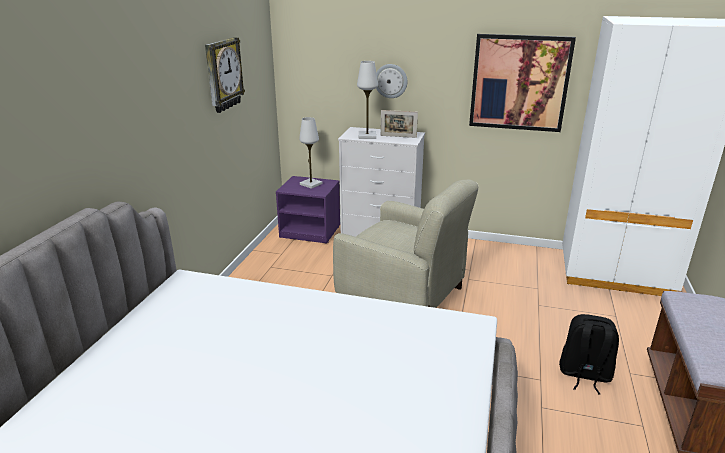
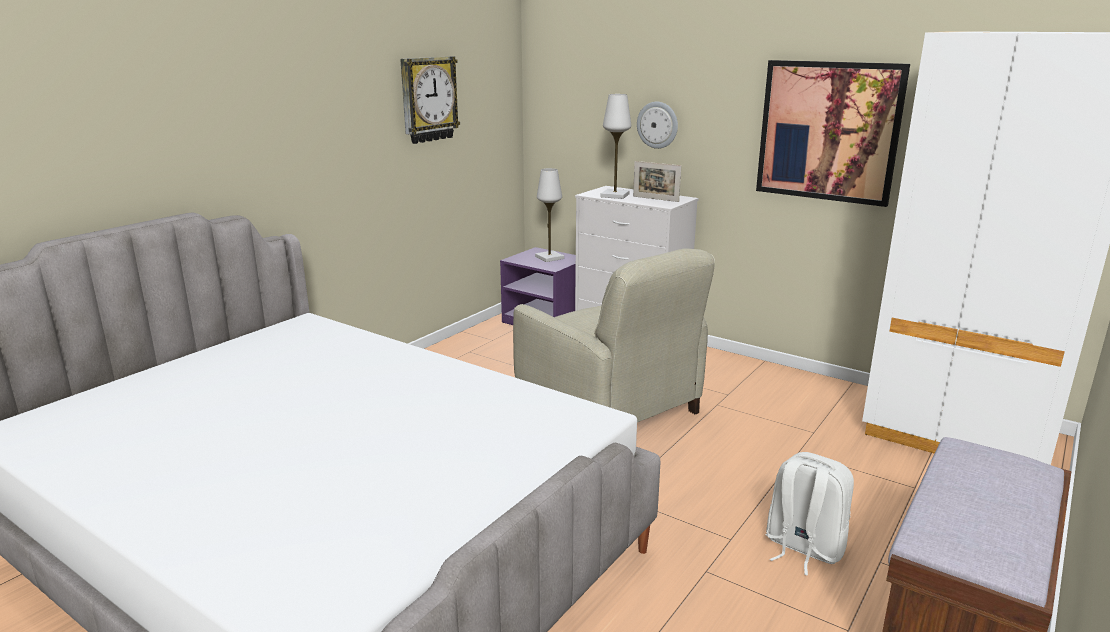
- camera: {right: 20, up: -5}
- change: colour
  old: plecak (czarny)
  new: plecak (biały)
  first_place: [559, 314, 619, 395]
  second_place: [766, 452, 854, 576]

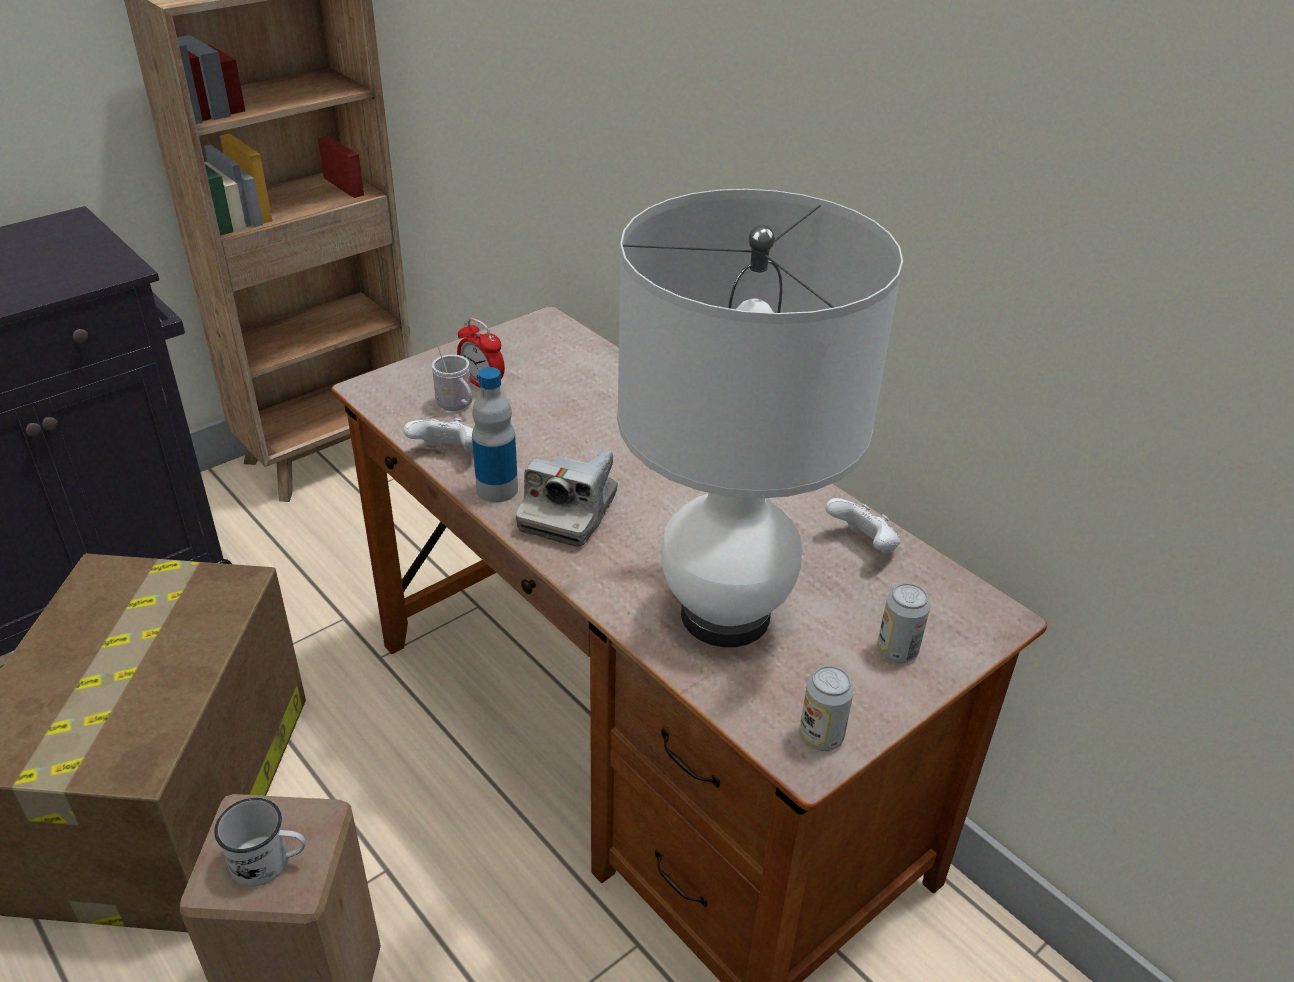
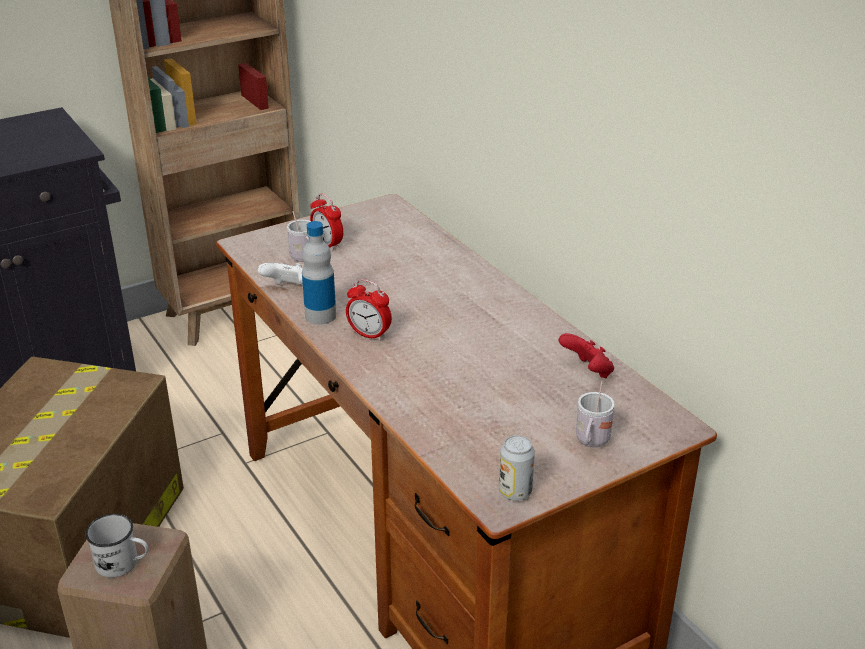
- camera: {right: 10, up: -5}
- change: exchanged
  old: aparat fotograficzny
  new: budzik
  first_place: [516, 450, 618, 547]
  second_place: [346, 279, 392, 341]
- change: colour
  old: pad do gier (biały)
  new: pad do gier (czerwony)
  first_place: [825, 498, 900, 554]
  second_place: [559, 333, 614, 378]
- change: exchanged
  old: puszka
  new: kubek (biały)
  first_place: [877, 583, 930, 663]
  second_place: [576, 381, 615, 447]
- change: missing
  old: lampa stołowa (biały)
  first_place: [617, 189, 903, 647]

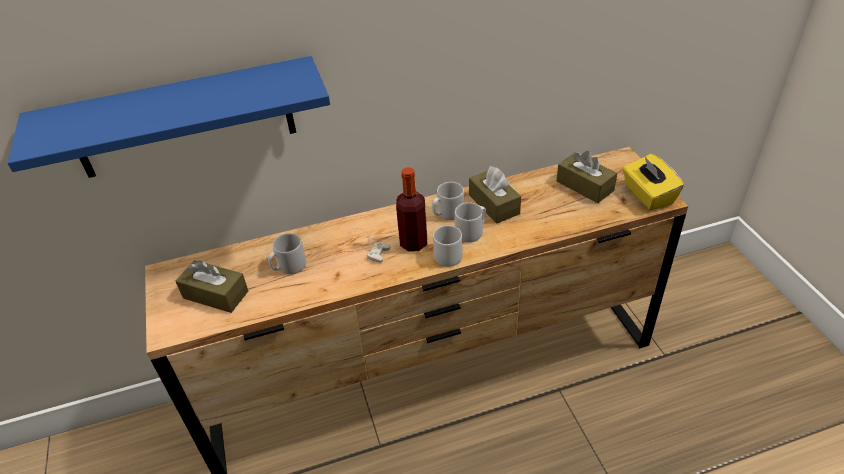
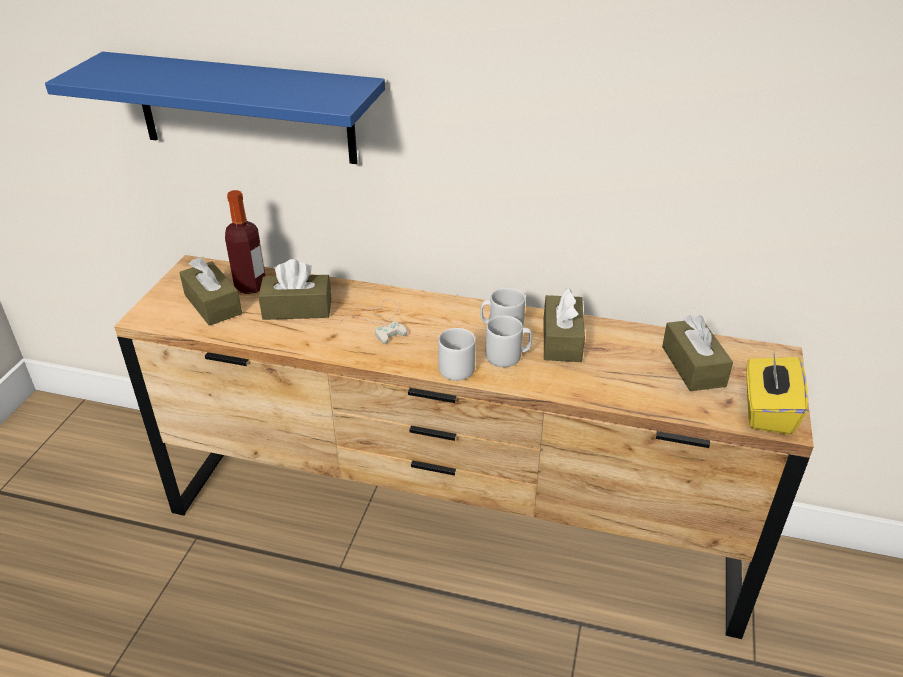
- camera: {right: 30, up: -5}
- change: relocated
  old: butelka
  first_place: [396, 167, 427, 252]
  second_place: [225, 190, 266, 294]
- change: exchanged
  old: kubek (szary)
  new: pudełko chusteczek (brązowy)
  first_place: [268, 233, 306, 274]
  second_place: [258, 259, 331, 320]

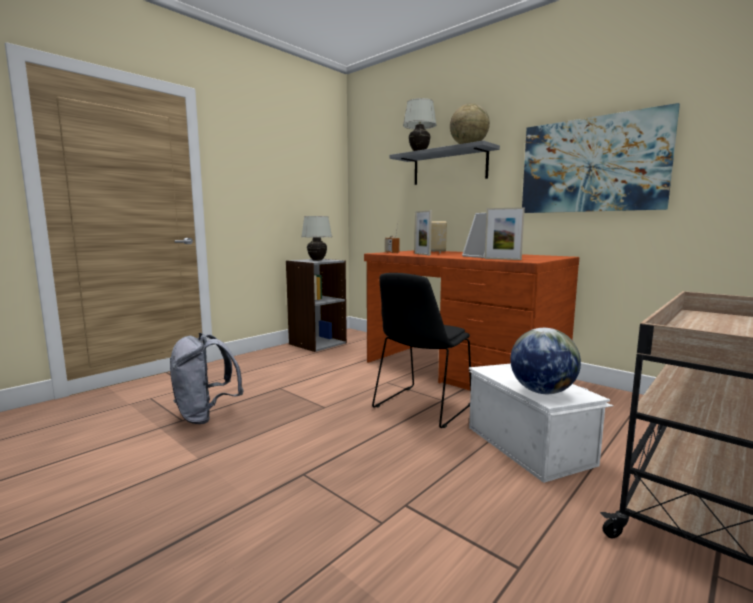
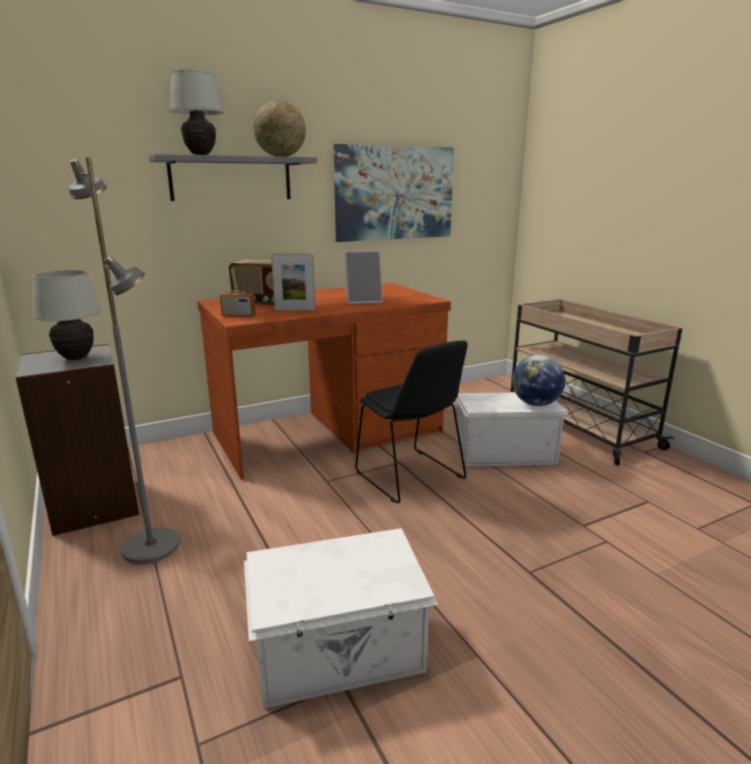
- camera: {right: -70, up: 10}
- change: appeared
  new: lampa stojąca (szary)
  second_place: [69, 157, 180, 564]
- change: exchanged
  old: plecak (szary)
  new: pojemnik do przechowywania (biały)
  first_place: [170, 333, 244, 424]
  second_place: [244, 528, 439, 709]
- change: missing
  old: ramka na zdjęcie
  first_place: [484, 207, 525, 260]

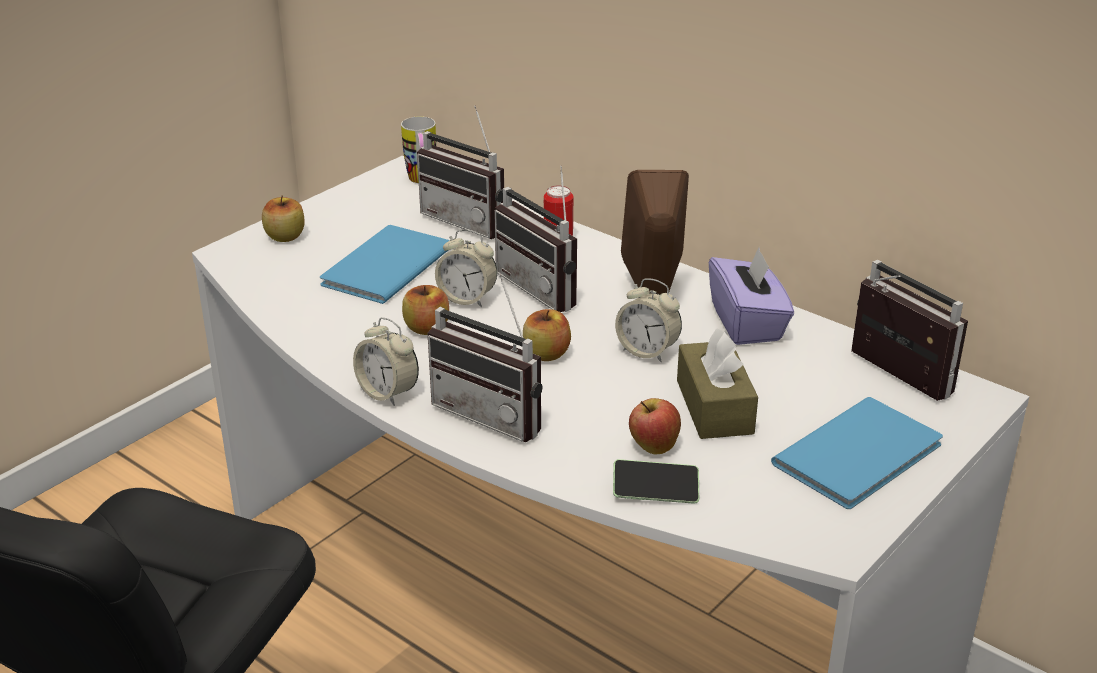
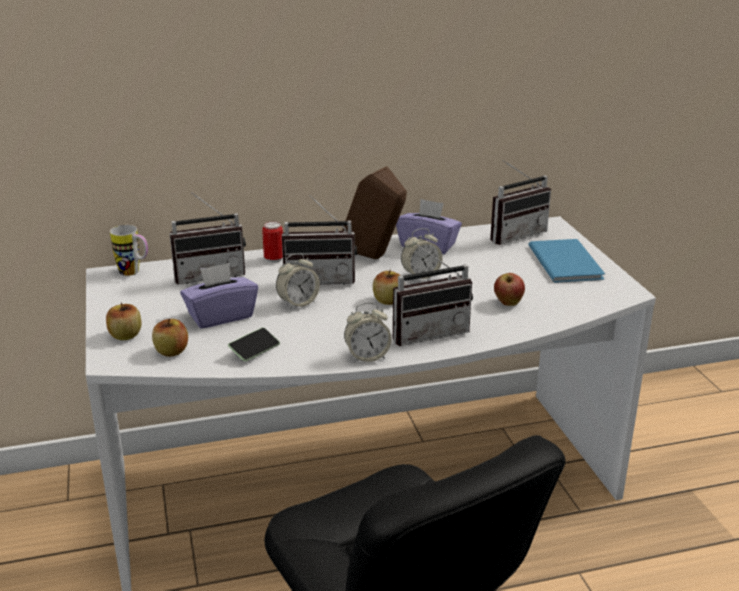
- camera: {right: -55, up: -5}
- change: relocated
  old: jabłko
  first_place: [402, 285, 449, 335]
  second_place: [152, 319, 188, 357]
- change: exchanged
  old: książka (niebieski)
  new: pudełko chusteczek (fioletowy)
  first_place: [320, 225, 449, 304]
  second_place: [180, 263, 258, 329]
- change: relocated
  old: telefon
  first_place: [613, 459, 699, 504]
  second_place: [228, 328, 280, 361]
- change: spun
  old: radio
  first_place: [851, 260, 968, 401]
  second_place: [490, 160, 551, 245]
  degrees: 150
- change: missing
  old: pudełko chusteczek (brązowy)
  first_place: [677, 329, 758, 439]

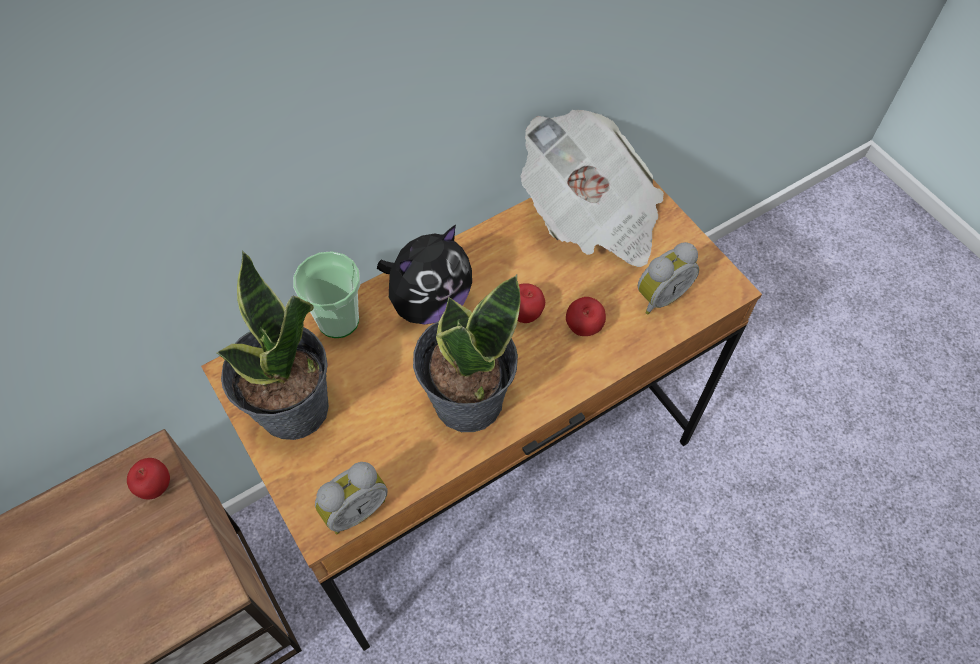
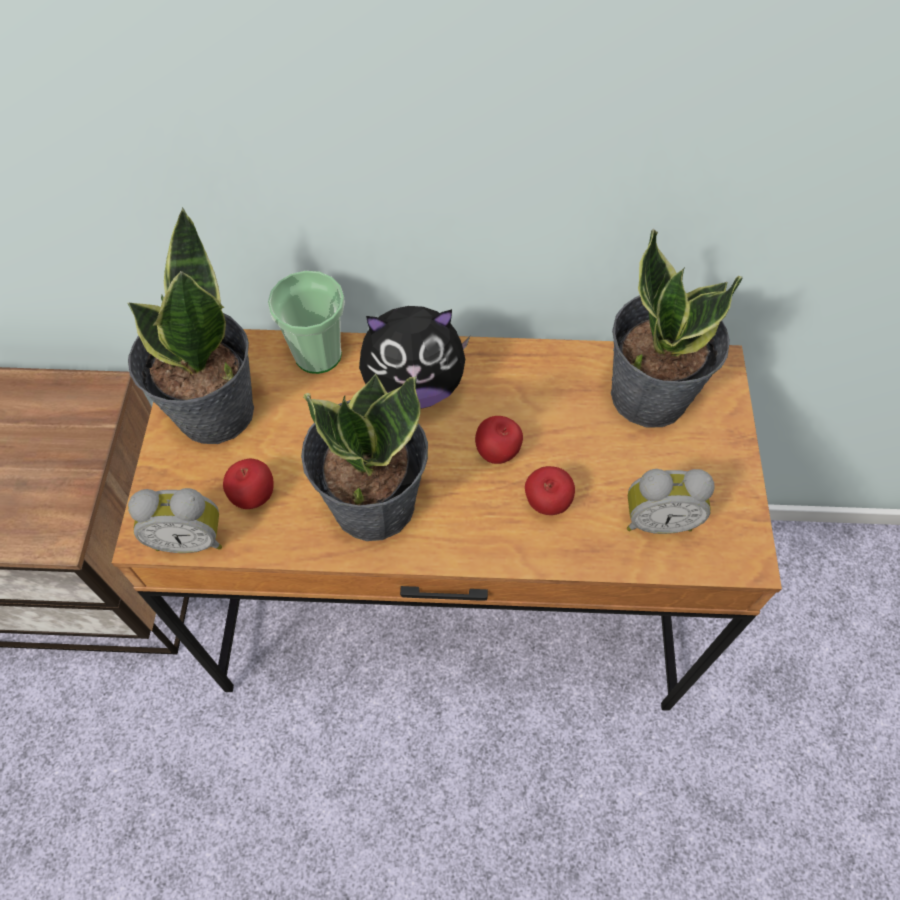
- camera: {right: 35, up: 0}
- change: relocated
  old: jabłko
  first_place: [127, 458, 170, 499]
  second_place: [223, 459, 274, 509]
- change: exchanged
  old: gazeta
  new: roślina doniczkowa
  first_place: [520, 110, 664, 267]
  second_place: [611, 229, 743, 427]

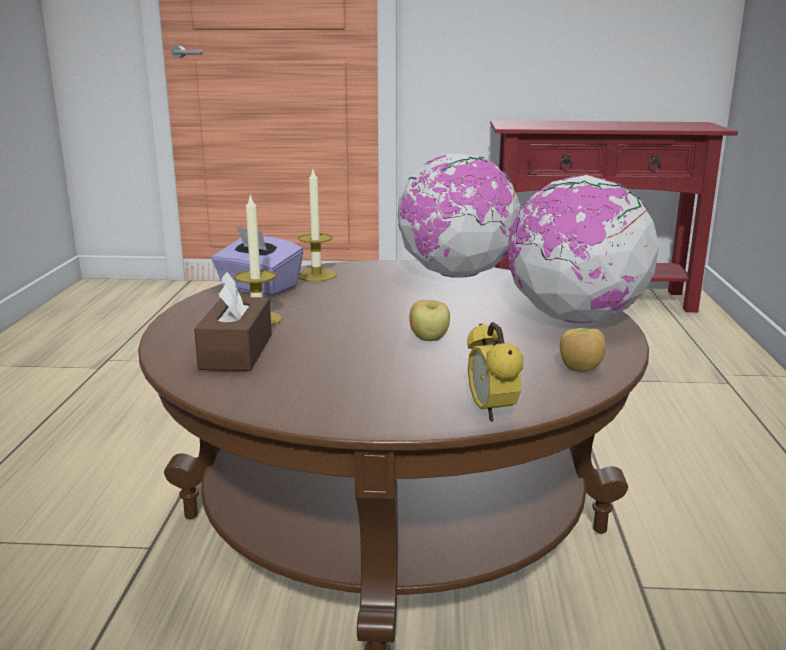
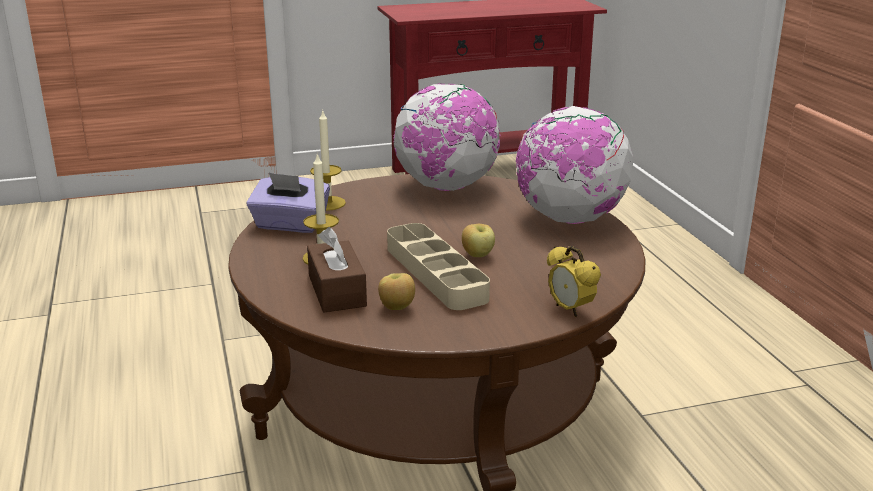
- camera: {right: -20, up: 5}
- change: relocated
  old: jabłko
  first_place: [560, 328, 606, 372]
  second_place: [378, 273, 415, 310]
- change: appeared
  new: taca (beżowy)
  second_place: [387, 223, 490, 310]

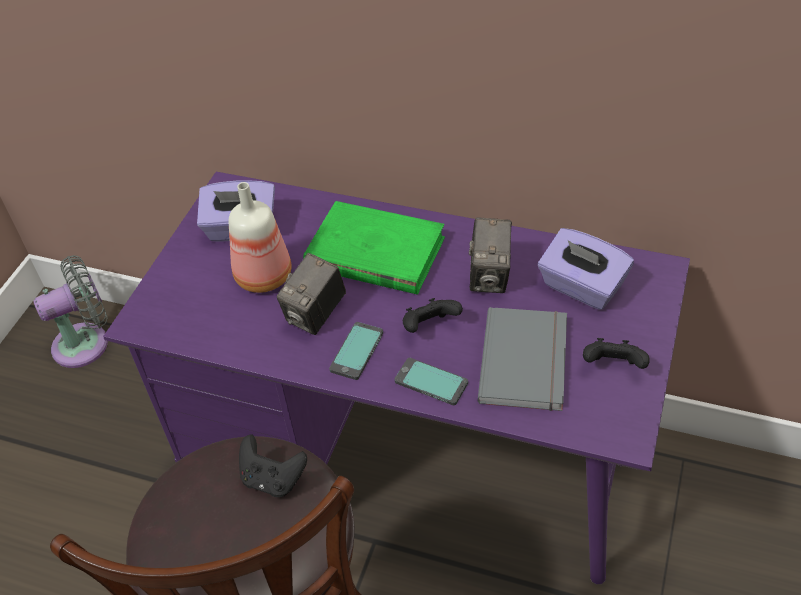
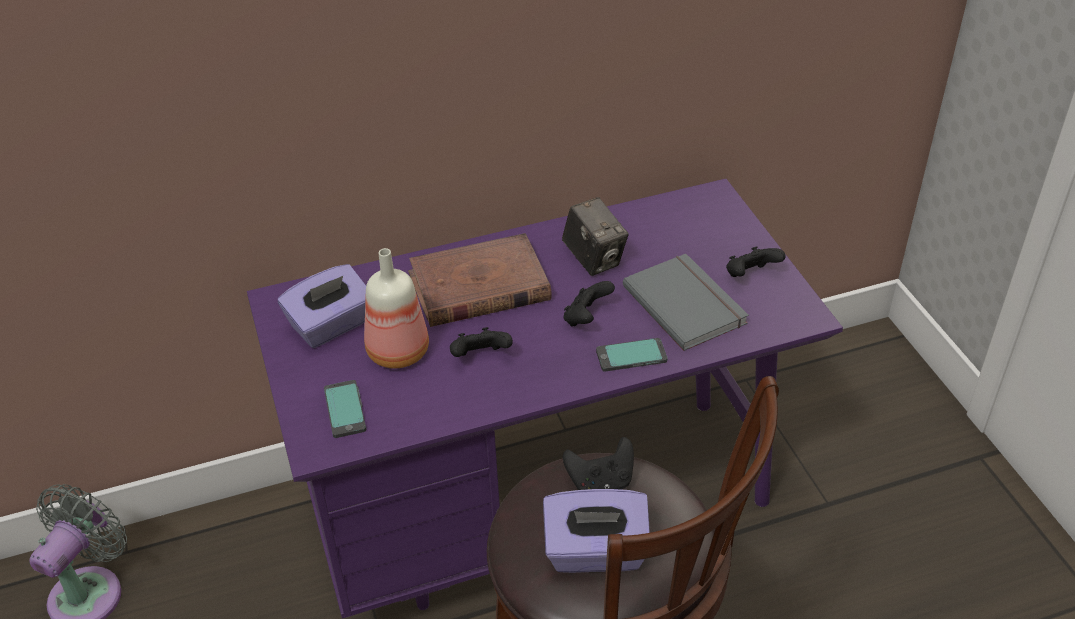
- camera: {right: -40, up: -5}
- change: relocated
  old: telefon
  first_place: [329, 322, 383, 380]
  second_place: [324, 380, 366, 438]
- change: colour
  old: książka (zielony)
  new: książka (brązowy)
  first_place: [303, 201, 445, 295]
  second_place: [408, 233, 552, 327]
- change: exchanged
  old: aparat fotograficzny
  new: pad do gier (czarny)
  first_place: [277, 253, 346, 335]
  second_place: [450, 327, 513, 357]
- change: relocated
  old: pudełko chusteczek (fioletowy)
  first_place: [538, 228, 634, 310]
  second_place: [543, 489, 650, 573]

